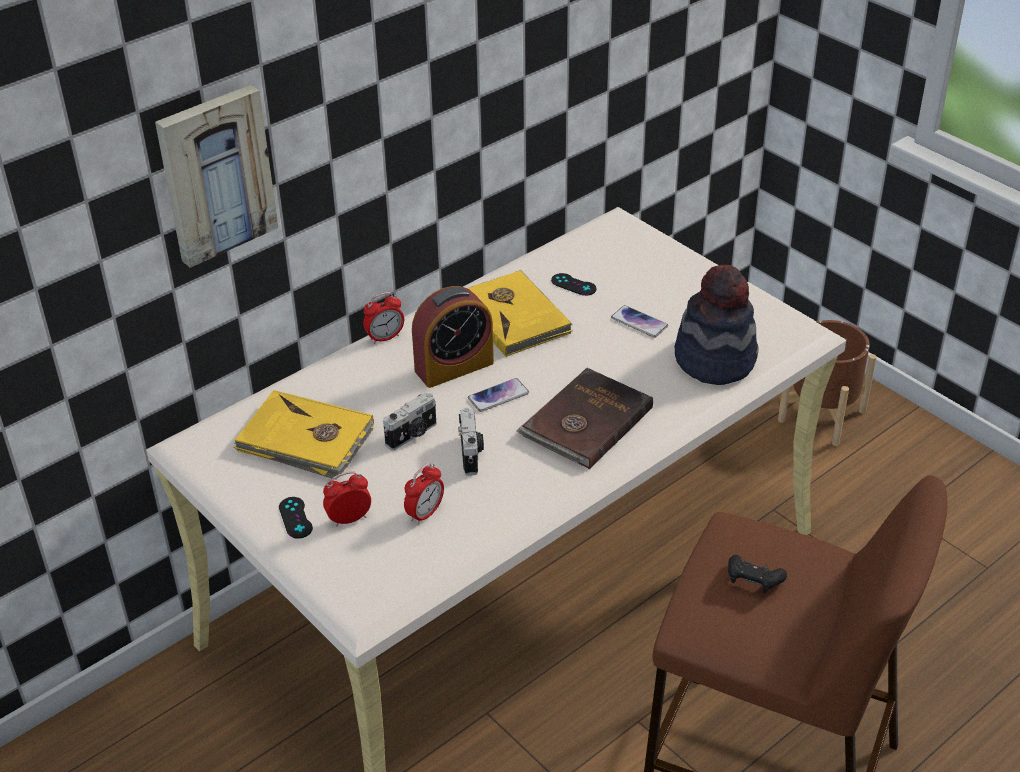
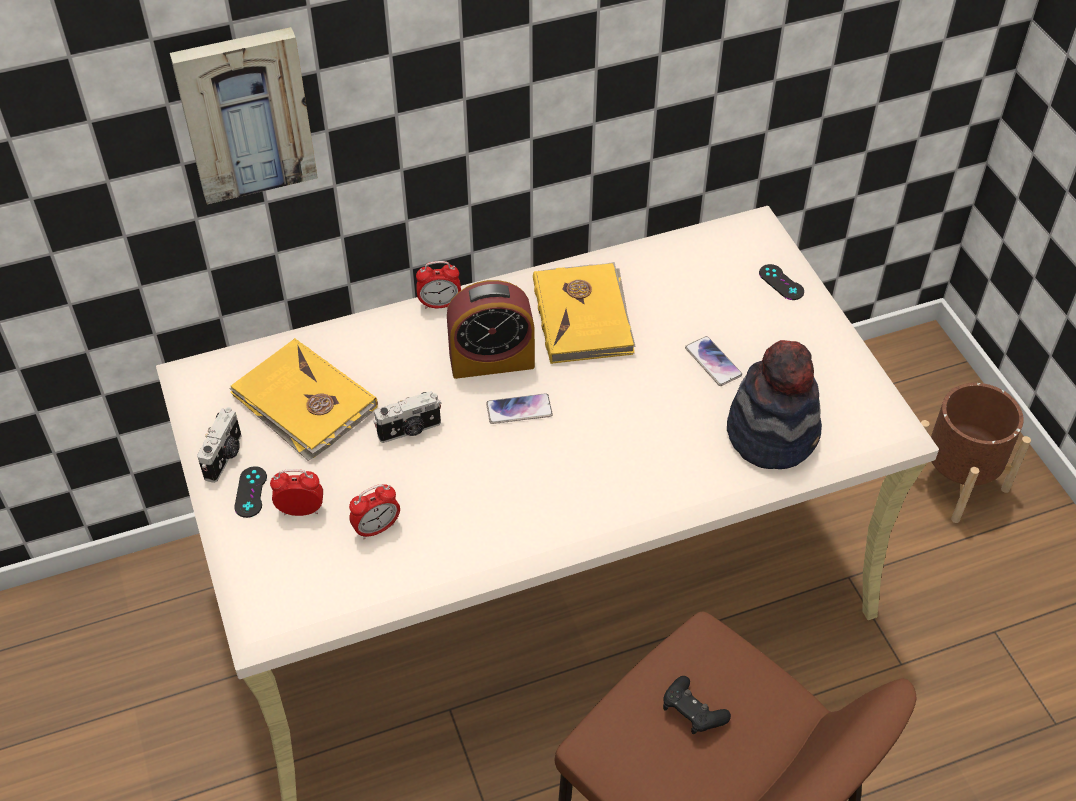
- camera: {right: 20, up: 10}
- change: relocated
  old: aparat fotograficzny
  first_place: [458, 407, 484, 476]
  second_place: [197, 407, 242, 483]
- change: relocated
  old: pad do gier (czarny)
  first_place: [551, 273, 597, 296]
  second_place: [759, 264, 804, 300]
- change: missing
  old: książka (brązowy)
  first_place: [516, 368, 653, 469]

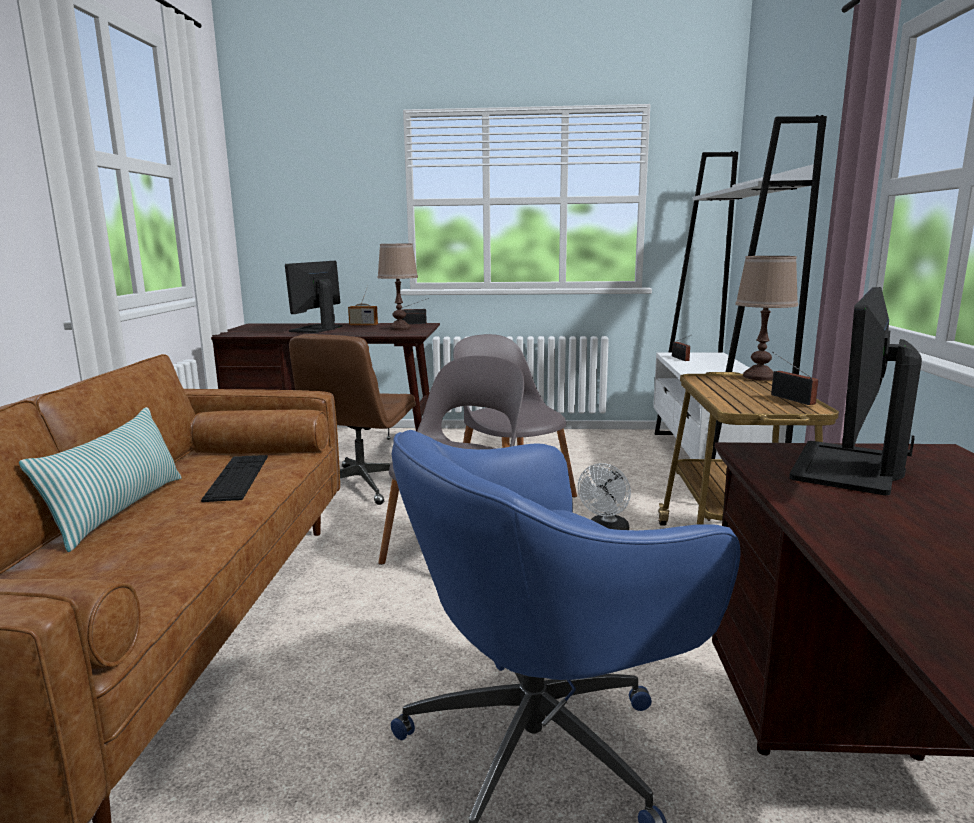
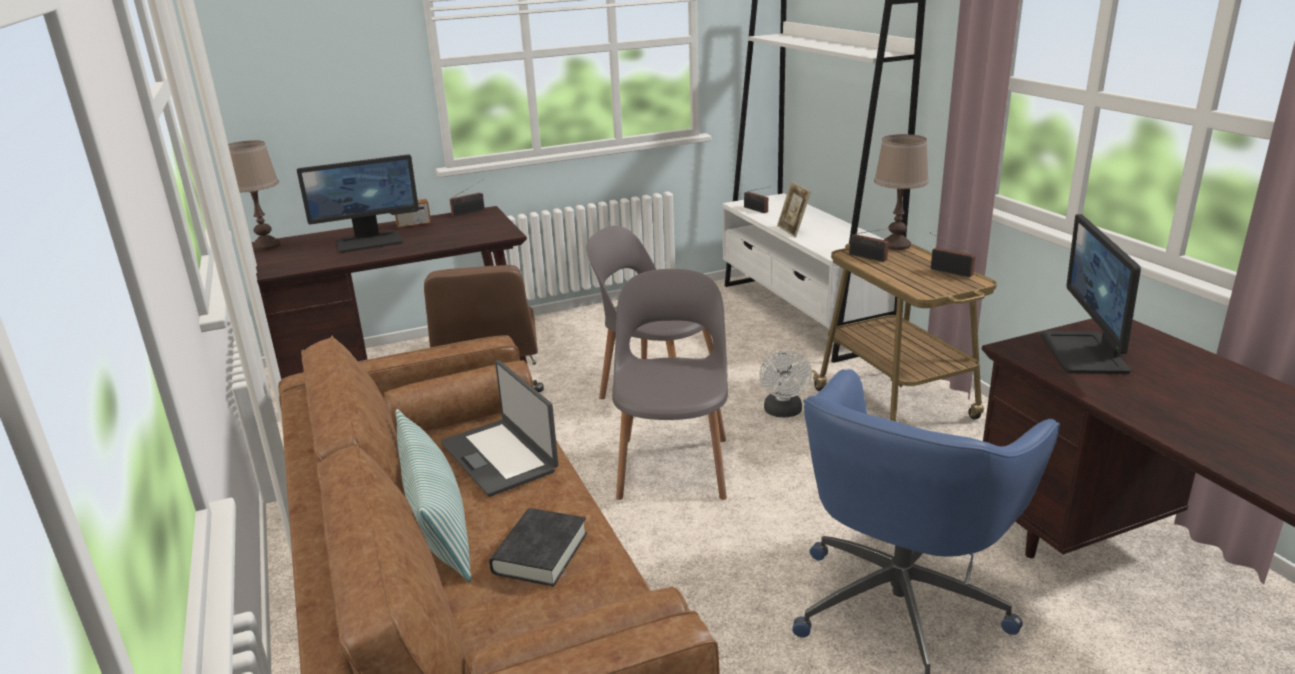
- camera: {right: -25, up: 10}
- change: relocated
  old: lampa stołowa (brązowy)
  first_place: [377, 244, 418, 330]
  second_place: [228, 140, 280, 251]
- change: spun
  old: monitor
  first_place: [285, 261, 342, 333]
  second_place: [297, 154, 419, 253]
  degrees: -105
- change: exchanged
  old: klawiatura
  new: laptop
  first_place: [201, 455, 268, 502]
  second_place: [441, 360, 558, 497]
- change: appeared
  new: książka (czarny)
  second_place: [489, 508, 587, 587]
- change: appeared
  new: ramka na zdjęcie
  second_place: [777, 181, 811, 237]
- change: appeared
  new: radio
  second_place: [849, 228, 890, 262]

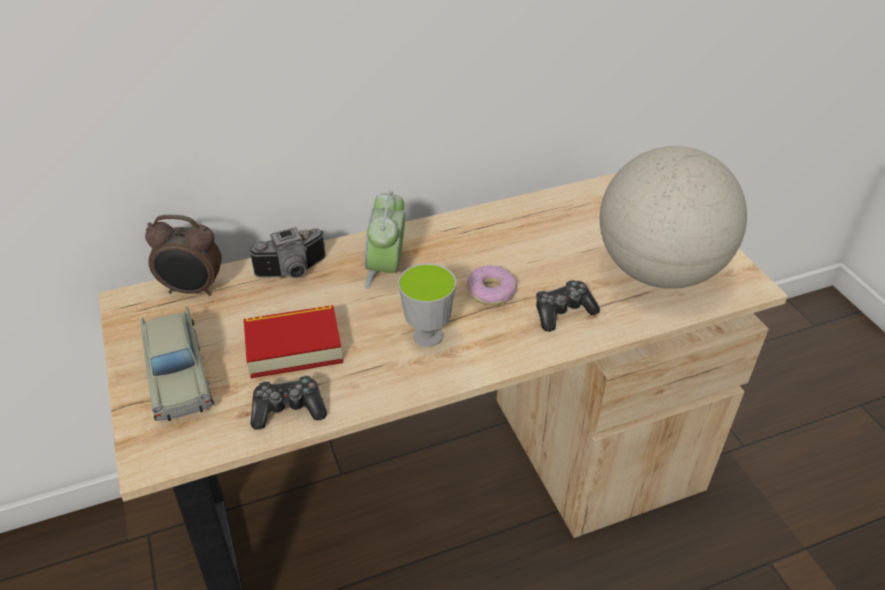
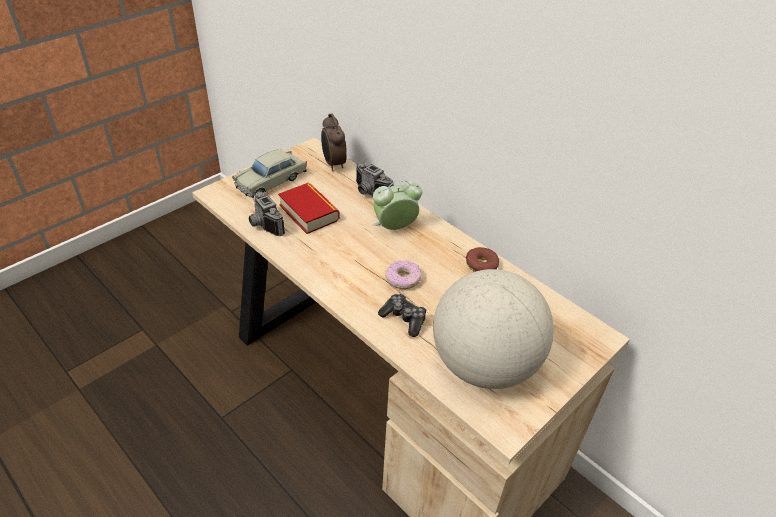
- camera: {right: 65, up: 0}
- change: exchanged
  old: pad do gier
  new: aparat fotograficzny
  first_place: [251, 375, 327, 430]
  second_place: [249, 192, 285, 236]
- change: appeared
  new: donut
  second_place: [466, 247, 499, 272]
- change: missing
  old: filiżanka
  first_place: [398, 263, 456, 347]

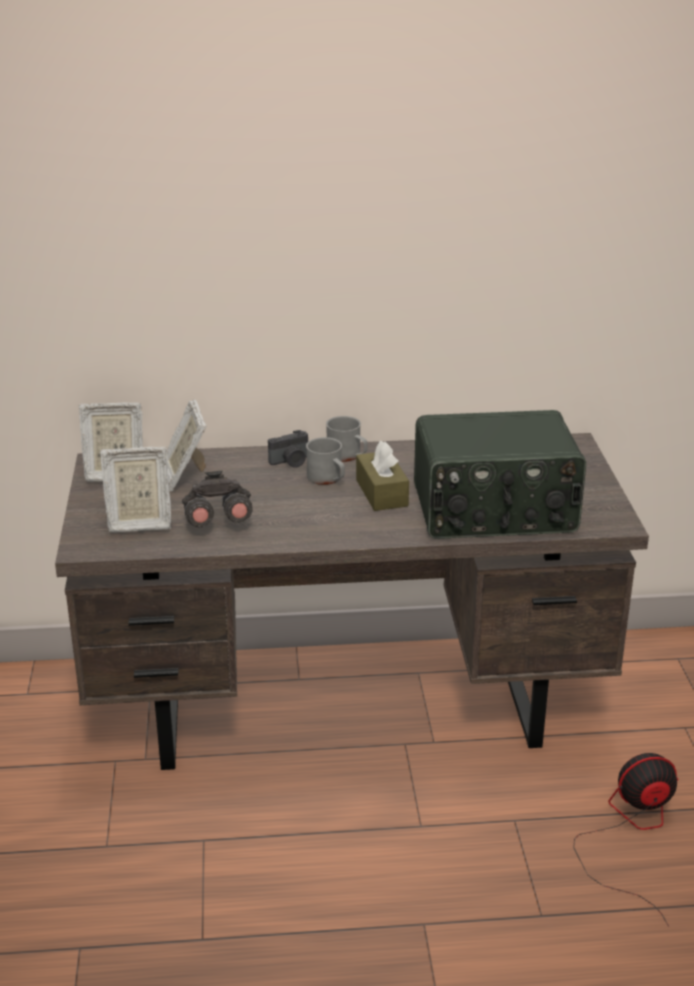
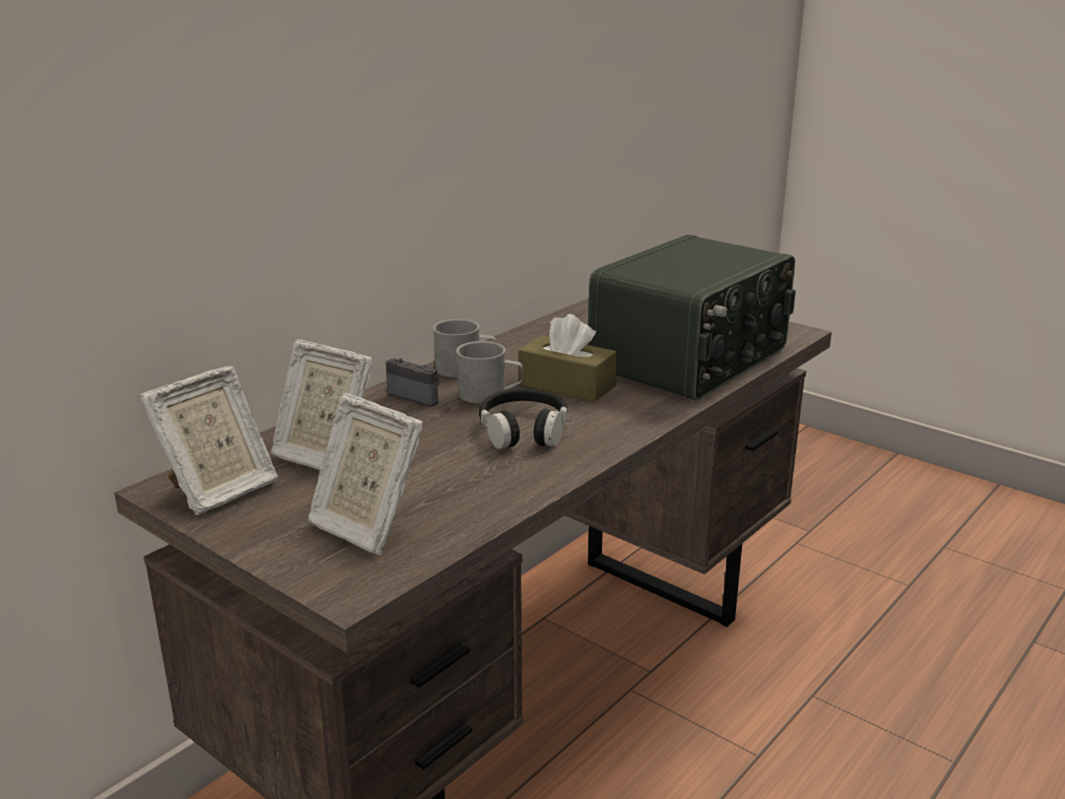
- camera: {right: -45, up: -5}
- change: spun
  old: ramka na zdjęcie
  first_place: [100, 447, 171, 533]
  second_place: [307, 393, 423, 555]
  degrees: 90
- change: spun
  old: aparat fotograficzny
  first_place: [268, 430, 308, 468]
  second_place: [386, 358, 439, 407]
  degrees: -75
- change: appeared
  new: słuchawki (czarny)
  second_place: [479, 388, 568, 449]
- change: missing
  old: lornetka (szary)
  first_place: [182, 471, 253, 527]
- change: missing
  old: wentylator
  first_place: [573, 753, 678, 927]

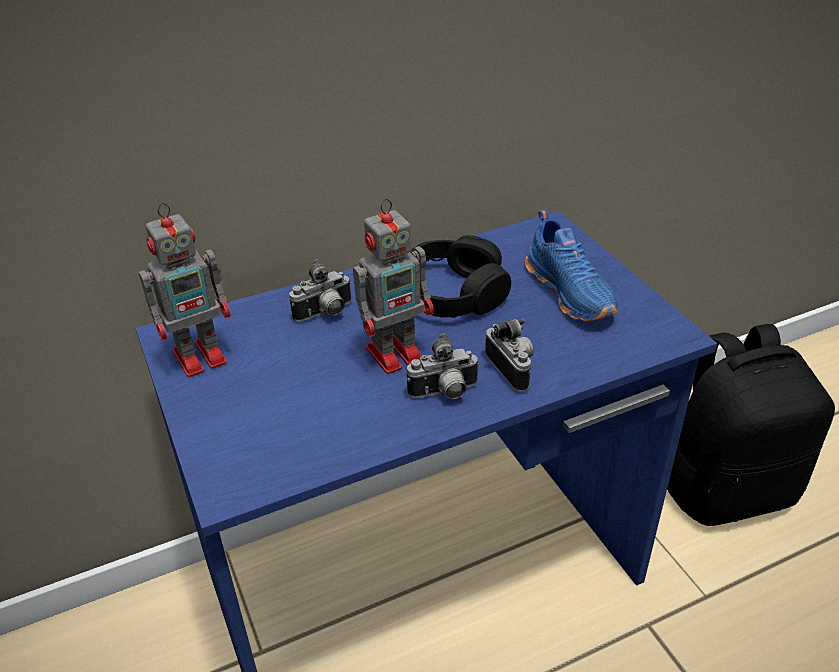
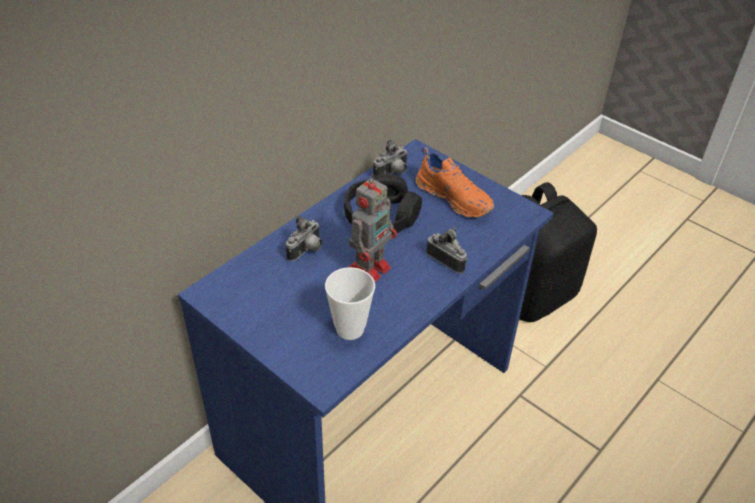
- camera: {right: -25, up: 5}
- change: appeared
  new: filiżanka
  second_place: [325, 267, 375, 340]
- change: relocated
  old: aparat fotograficzny
  first_place: [406, 333, 480, 399]
  second_place: [373, 139, 408, 177]
- change: colour
  old: but (niebieski)
  new: but (pomarańczowy)
  first_place: [525, 210, 619, 322]
  second_place: [416, 147, 494, 218]
- change: missing
  old: robot zabawkowy
  first_place: [139, 203, 231, 377]

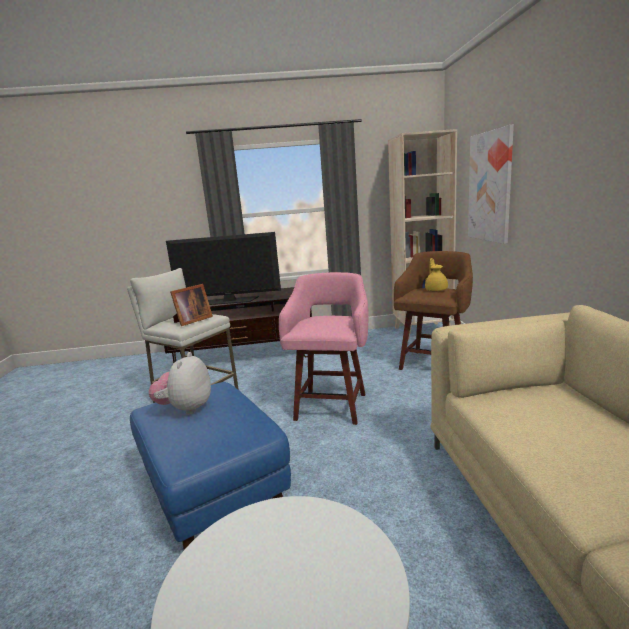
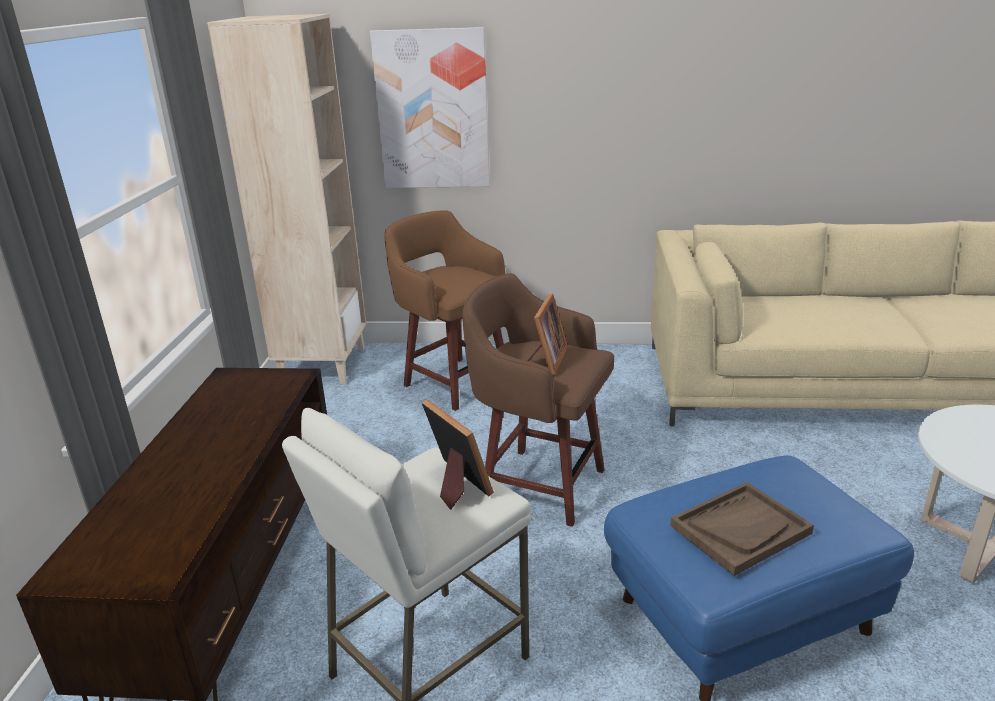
- camera: {right: -80, up: 10}
- change: colour
  old: stołek (różowy)
  new: stołek (brązowy)
  first_place: [279, 272, 368, 425]
  second_place: [462, 273, 614, 527]
- change: appeared
  new: ramka na zdjęcie
  second_place: [527, 294, 568, 374]
- change: exchanged
  old: pluszak
  new: taca (brązowy)
  first_place: [148, 352, 211, 414]
  second_place: [670, 482, 814, 576]
- change: missing
  old: telewizor
  first_place: [166, 232, 281, 305]
- change: missing
  old: imbryk (żółty)
  first_place: [425, 258, 448, 291]

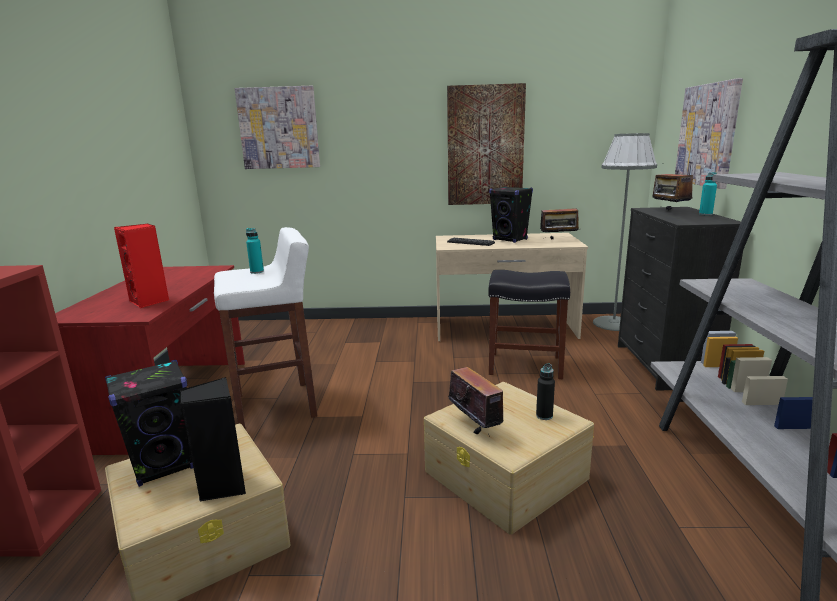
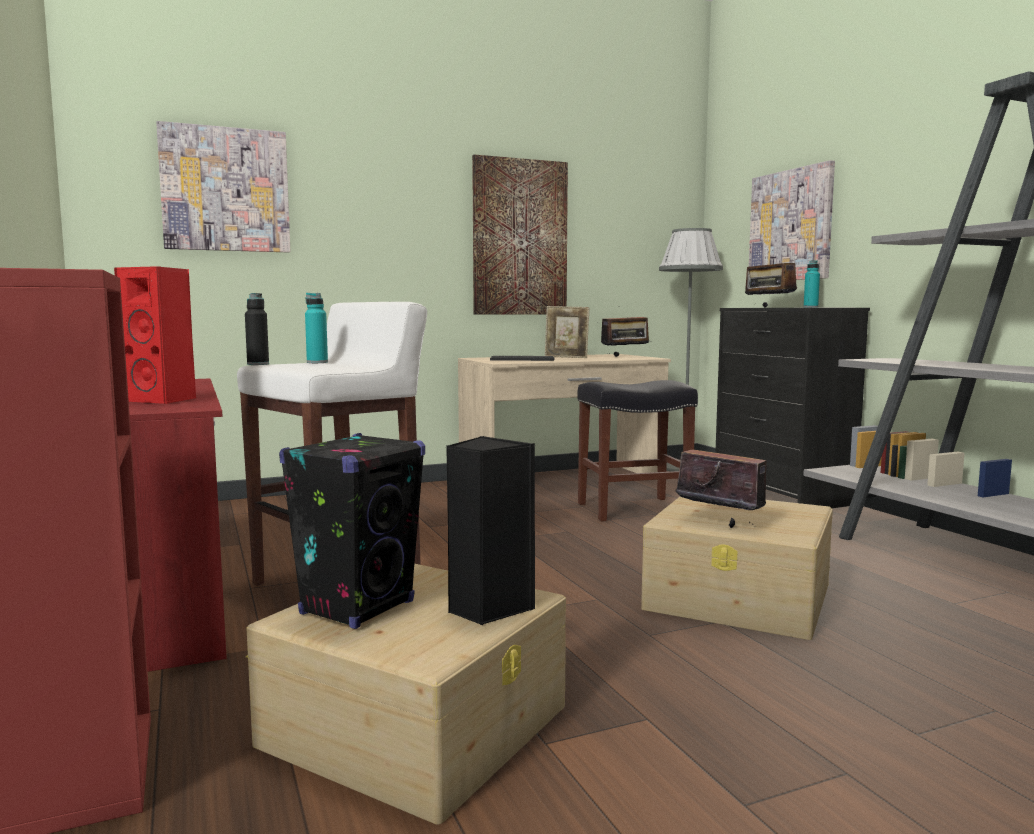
- camera: {right: -25, up: -10}
- change: relocated
  old: butelka (czarny)
  first_place: [536, 363, 555, 420]
  second_place: [245, 293, 269, 365]
- change: exchanged
  old: głośnik (czarny)
  new: ramka na zdjęcie
  first_place: [489, 186, 533, 243]
  second_place: [545, 306, 589, 358]

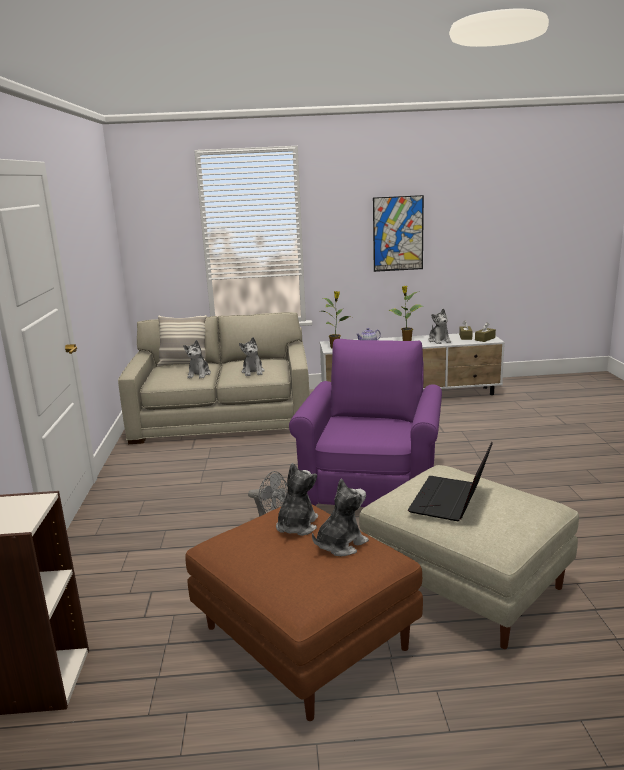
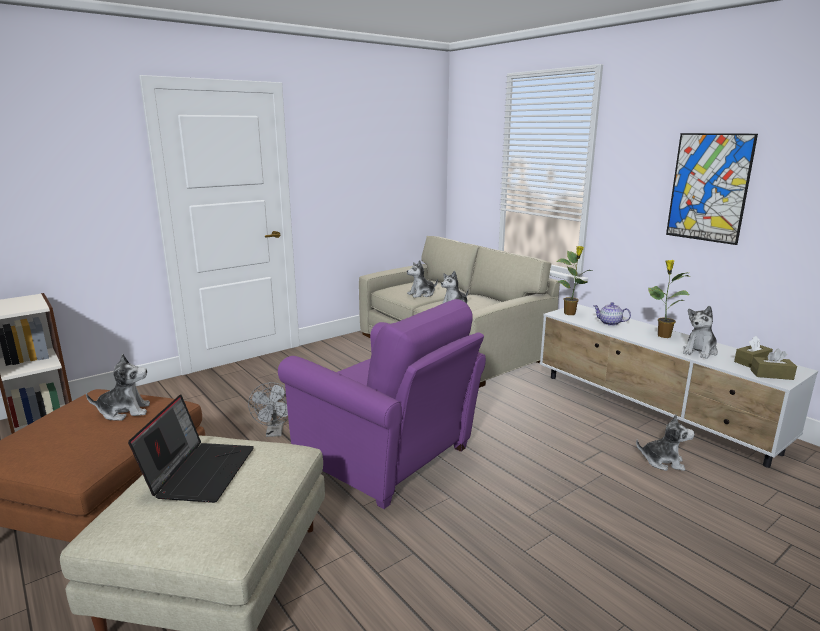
- camera: {right: 55, up: 0}
- change: spun
  old: laptop
  first_place: [408, 442, 493, 521]
  second_place: [128, 394, 254, 503]
  degrees: 105
- change: spun
  old: fotel (fioletowy)
  first_place: [289, 339, 442, 507]
  second_place: [278, 299, 486, 509]
  degrees: 60
- change: relocated
  old: pluszak
  first_place: [312, 478, 369, 556]
  second_place: [636, 415, 695, 471]
- change: missing
  old: poduszka
  first_place: [157, 315, 207, 367]

